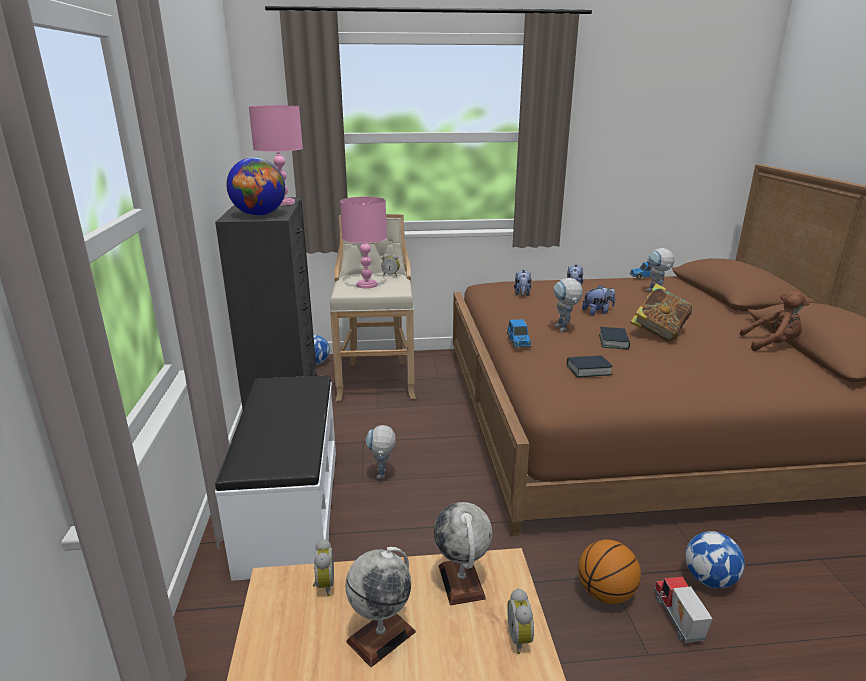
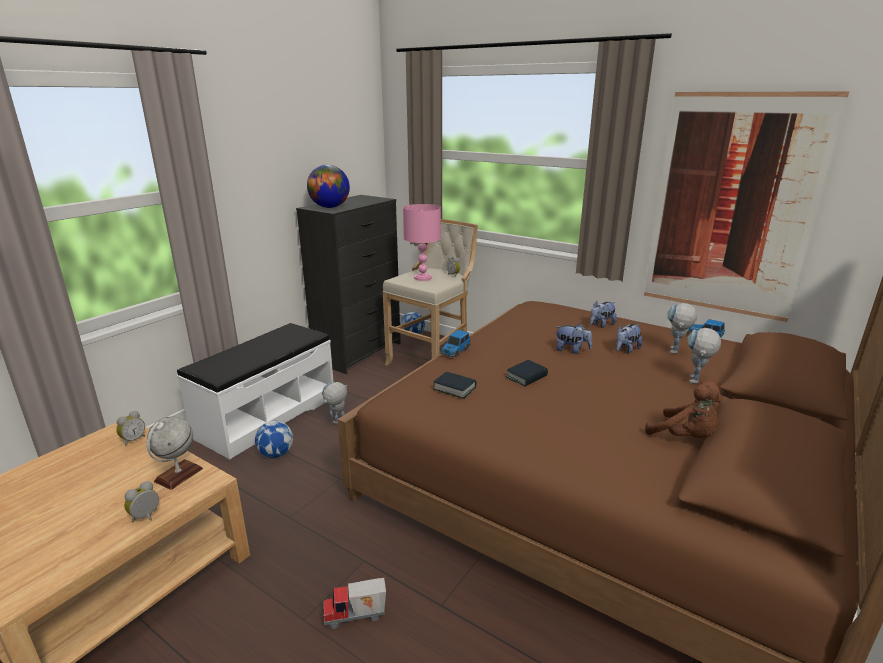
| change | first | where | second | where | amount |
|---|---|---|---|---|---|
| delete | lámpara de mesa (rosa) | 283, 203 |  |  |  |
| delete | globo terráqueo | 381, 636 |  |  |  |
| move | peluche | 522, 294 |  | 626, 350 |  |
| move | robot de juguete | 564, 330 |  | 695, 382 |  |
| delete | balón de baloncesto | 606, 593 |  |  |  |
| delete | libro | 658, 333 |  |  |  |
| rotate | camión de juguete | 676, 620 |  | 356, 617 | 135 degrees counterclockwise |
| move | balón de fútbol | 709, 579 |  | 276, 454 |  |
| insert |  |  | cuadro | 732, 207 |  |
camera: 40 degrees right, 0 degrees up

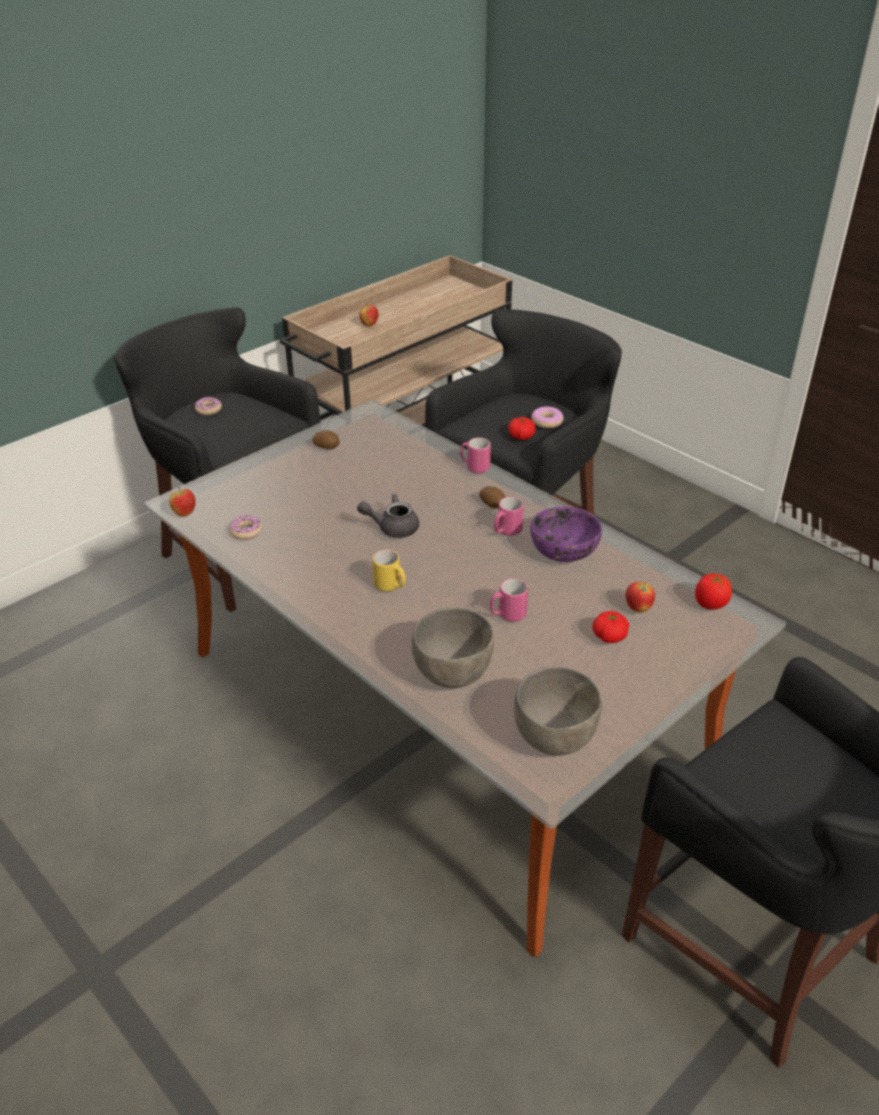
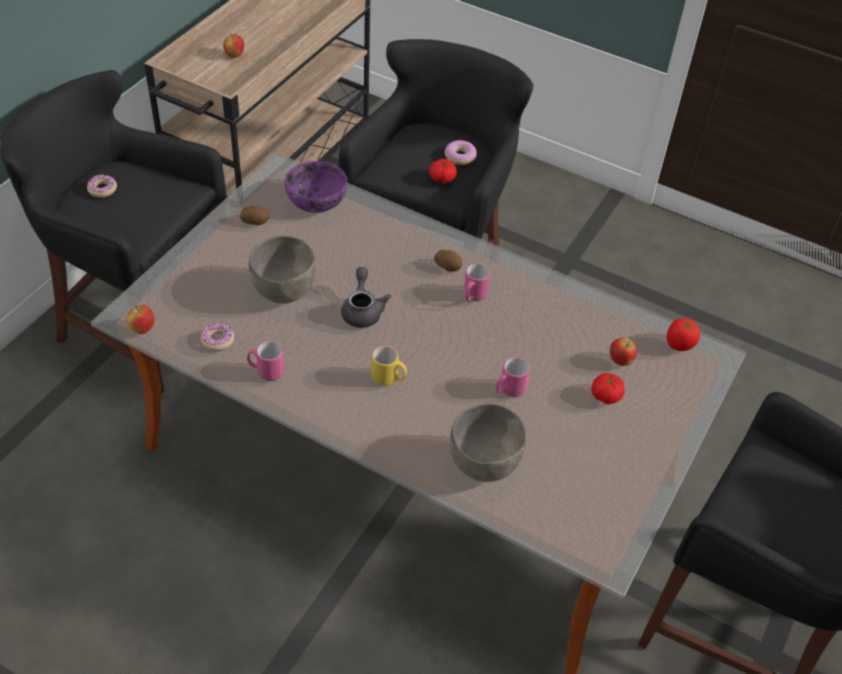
| change | first | where | second | where | amount |
|---|---|---|---|---|---|
| rotate | tetera (gris) | 392, 527 |  | 362, 310 | 105 degrees clockwise |
| move | taza grande (rosa) | 474, 467 |  | 266, 371 |  |
| move | cuenco (gris) | 554, 739 |  | 283, 292 |  |
| move | cuenco (morado) | 564, 549 |  | 316, 200 |  |
camera: 20 degrees left, 10 degrees up

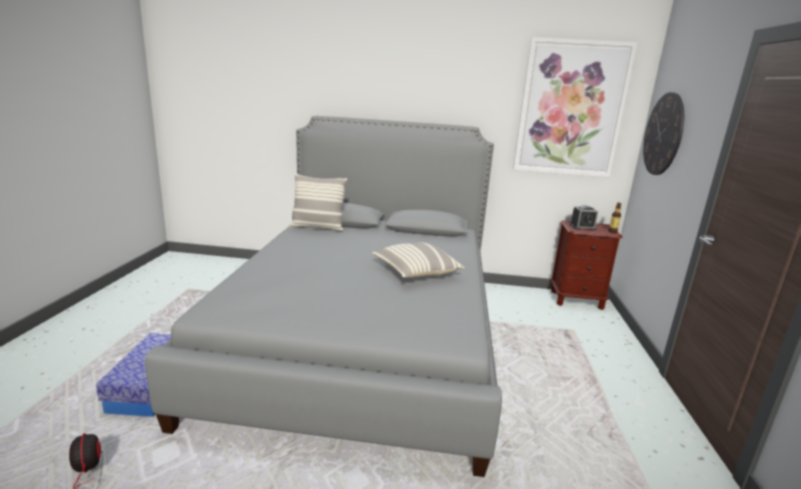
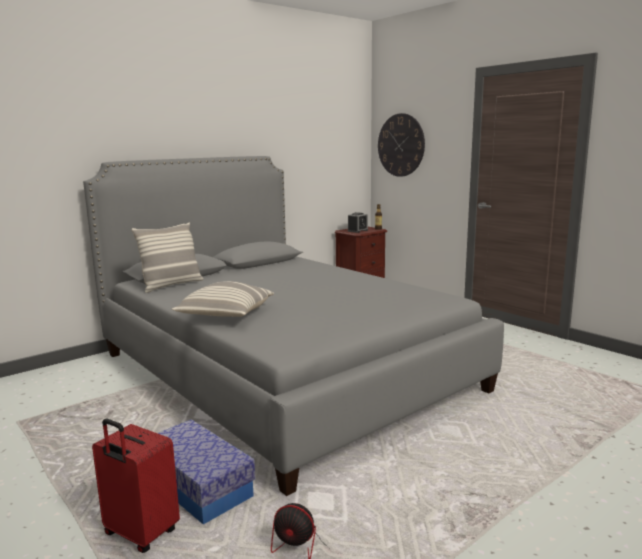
| change | first | where | second | where | amount |
|---|---|---|---|---|---|
| move | cojín | 415, 272 |  | 225, 315 |  |
| delete | cuadro | 570, 109 |  |  |  |
| insert |  |  | maleta (rojo) | 140, 534 |  |
camera: 45 degrees left, 5 degrees down

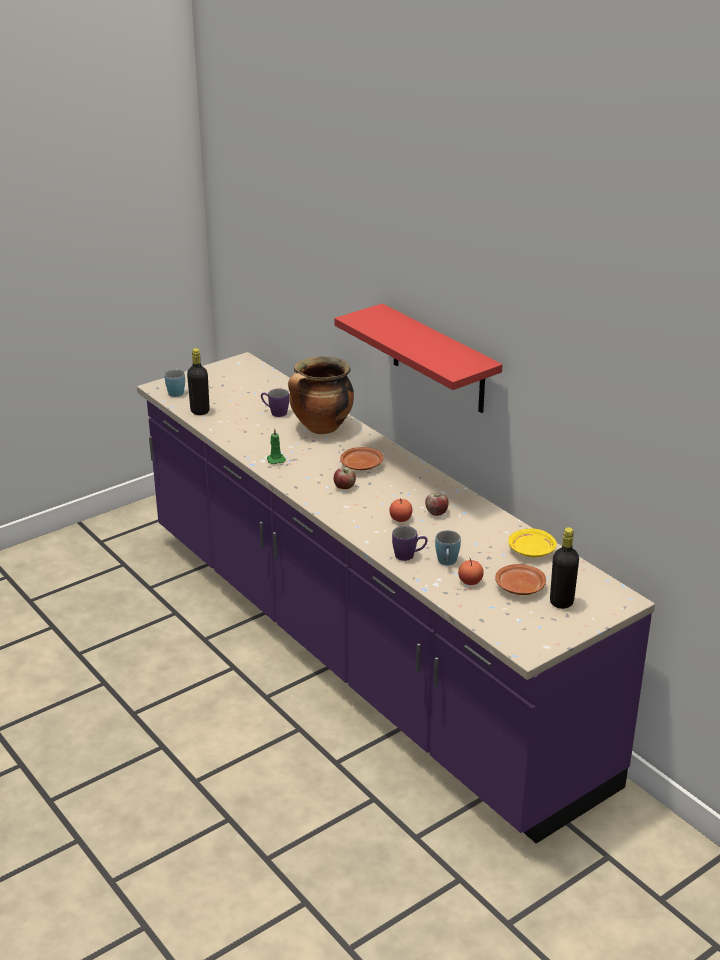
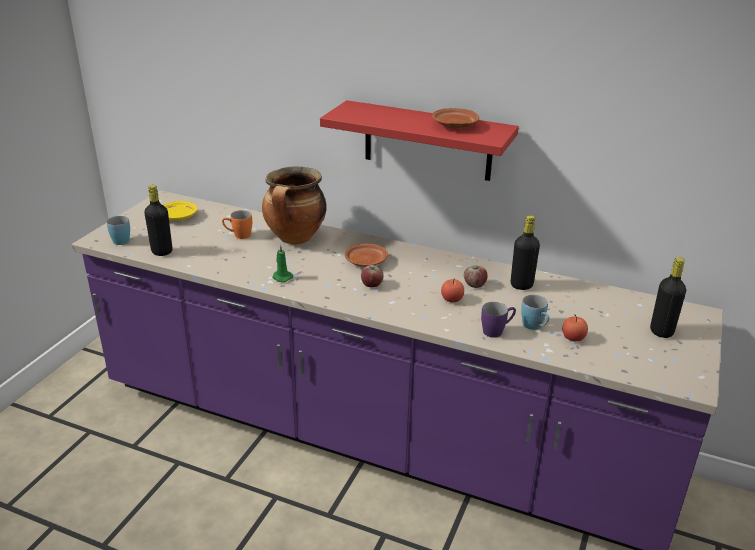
| change | first | where | second | where | amount |
|---|---|---|---|---|---|
| recolor | taza grande (morado) | 275, 412 | taza grande (naranja) | 238, 235 |  |
| move | plato (marrón) | 519, 587 |  | 454, 126 |  |
| move | plato (amarillo) | 531, 551 |  | 178, 217 |  |
| insert |  |  | botella (negro) | 521, 285 |  |
camera: 30 degrees left, 0 degrees up

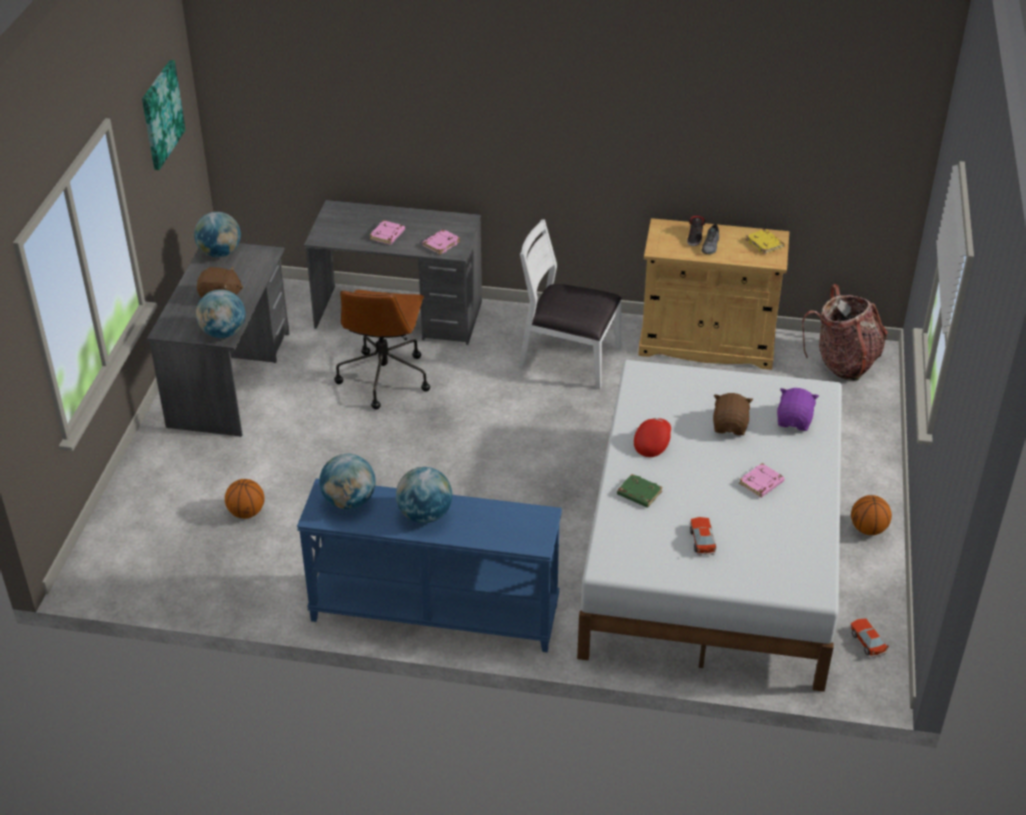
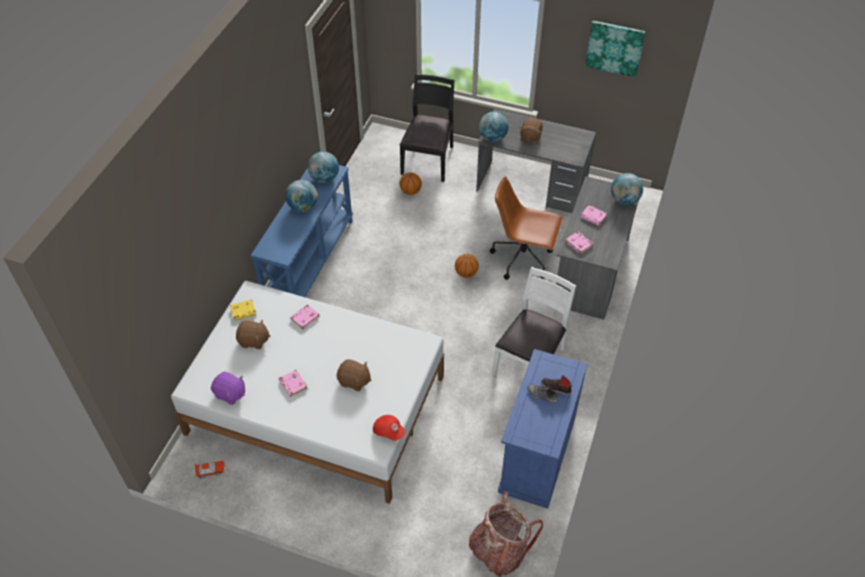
| change | first | where | second | where | amount |
|---|---|---|---|---|---|
| move | globo terráqueo | 220, 253 |  | 624, 200 |  |
| recolor | libro (verde) | 638, 494 | libro (rosa) | 305, 317 |  |
| move | gorra (rojo) | 652, 443 |  | 389, 431 |  |
| recolor | armario (beis) | 707, 344 | armario (azul) | 537, 454 |  |
| replace | coche de juguete | 702, 540 | peluche (marrón) | 253, 341 |  |
| move | libro (amarillo) | 765, 244 |  | 243, 312 |  |
| move | peluche (morado) | 794, 421 |  | 230, 394 |  |
| move | balón de baloncesto | 868, 529 |  | 466, 273 |  |
| insert |  |  | silla (negro) | 428, 160 |  |
camera: 100 degrees right, 10 degrees up

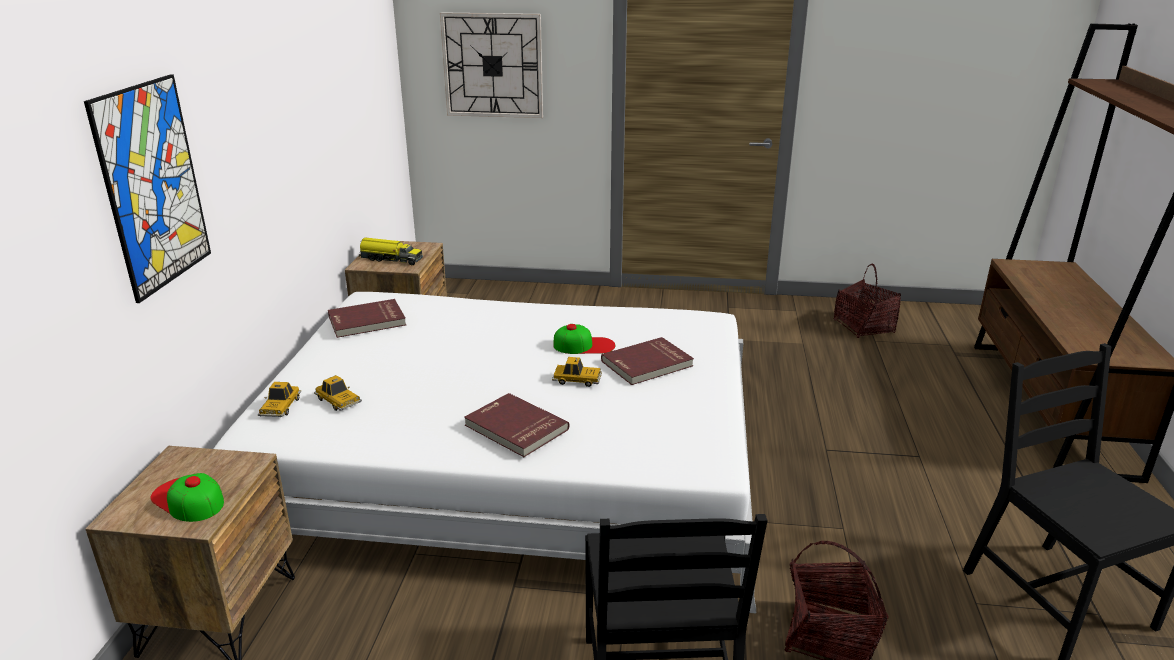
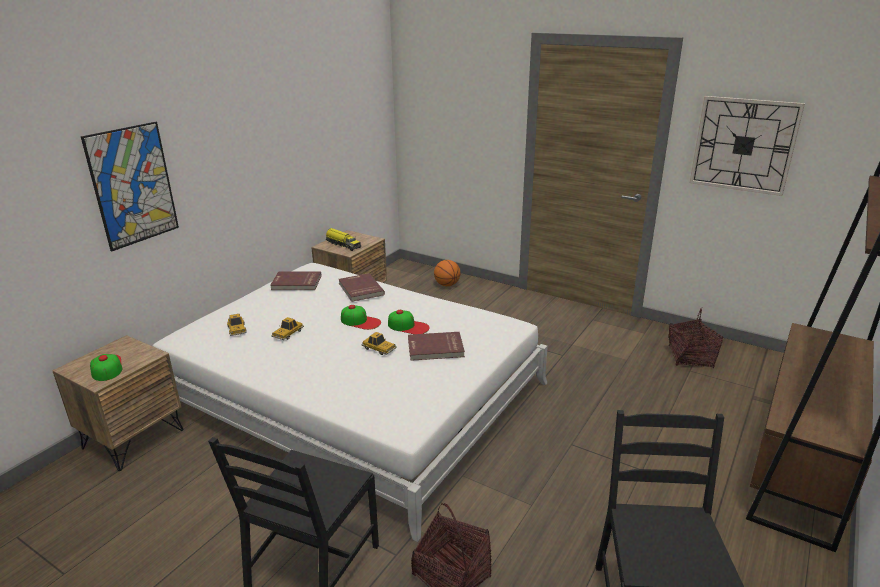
| change | first | where | second | where | amount |
|---|---|---|---|---|---|
| move | coche de juguete | 281, 407 |  | 288, 333 |  |
| move | reloj de pared | 493, 65 |  | 743, 145 |  |
| move | libro (rojo) | 515, 428 |  | 360, 289 |  |
| insert |  |  | gorra | 360, 321 |  |
| insert |  |  | balón de baloncesto | 447, 285 |  |
camera: 25 degrees right, 0 degrees up

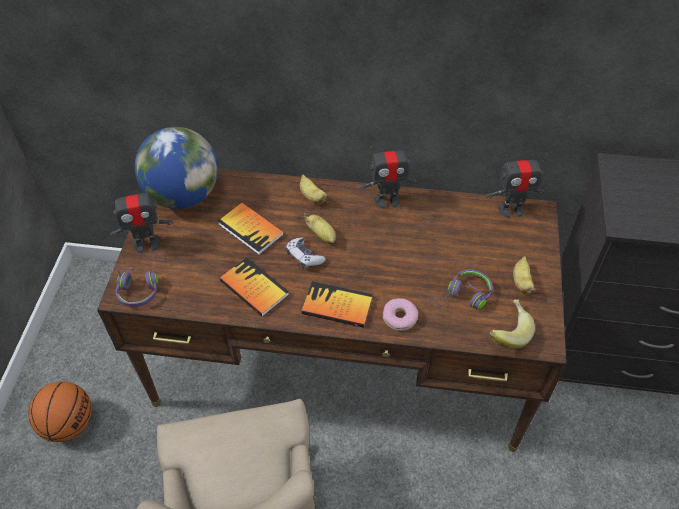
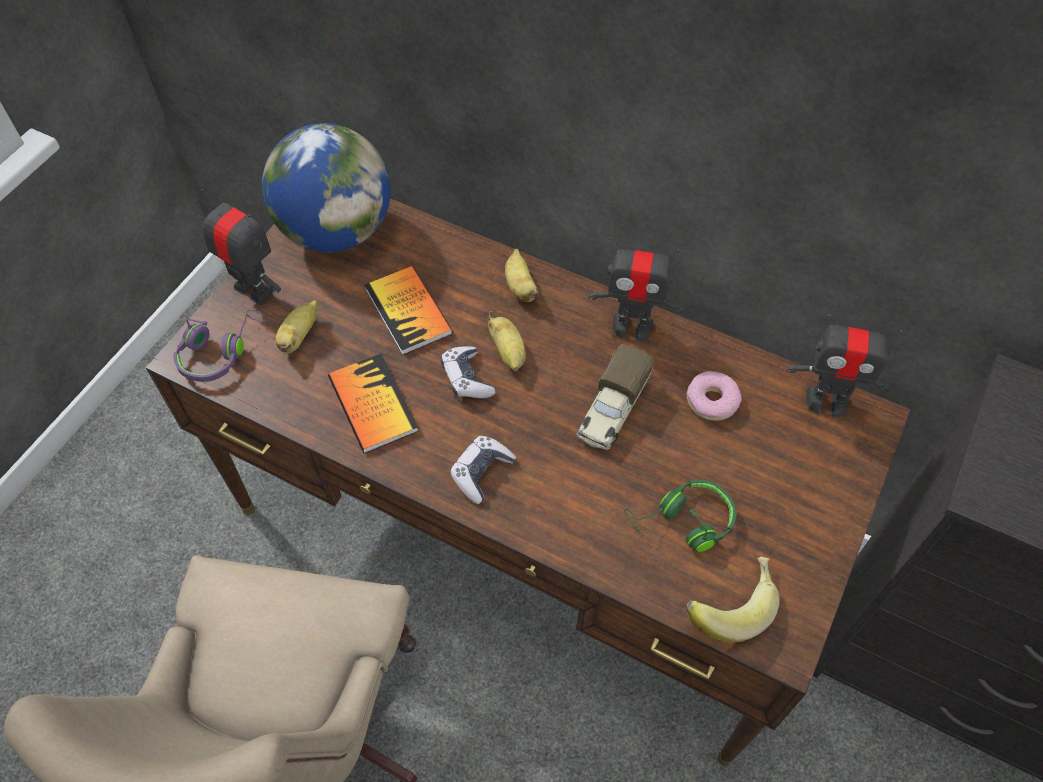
| change | first | where | second | where | amount |
|---|---|---|---|---|---|
| delete | balón de baloncesto | 69, 424 |  |  |  |
| rotate | robot de juguete | 146, 244 |  | 254, 289 | 150 degrees counterclockwise |
| replace | libro | 337, 306 | mando de consola | 481, 472 |  |
| move | rosquilla | 400, 317 |  | 712, 401 |  |
| recolor | auriculares (morado) | 463, 297 | auriculares (verde) | 683, 522 |  |
| move | plátano | 521, 282 |  | 299, 336 |  |
| insert |  |  | camión de juguete | 612, 411 |  |
camera: 20 degrees right, 5 degrees up

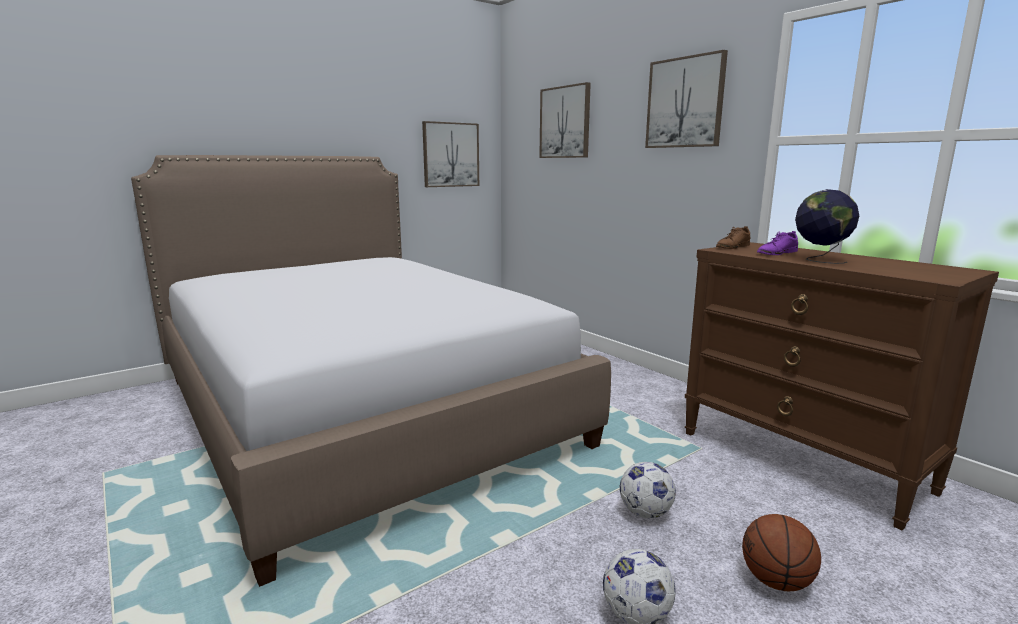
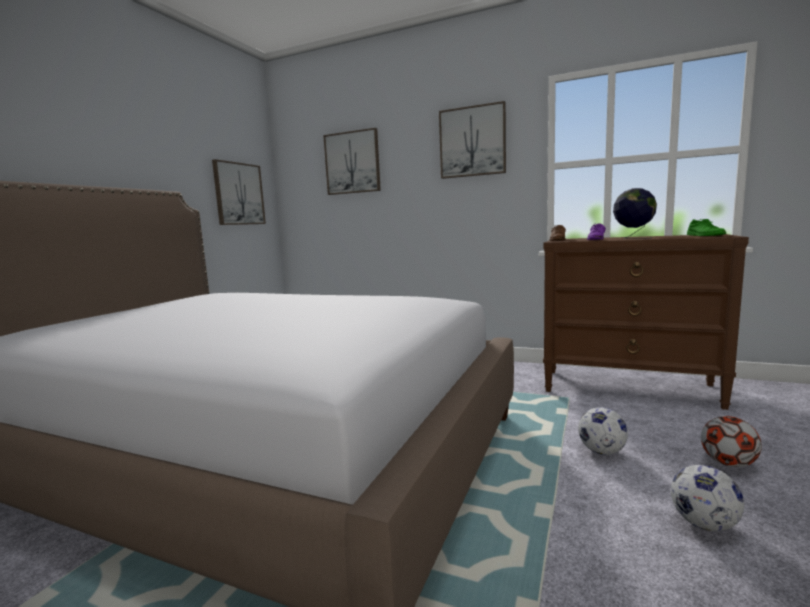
| change | first | where | second | where | amount |
|---|---|---|---|---|---|
| replace | balón de baloncesto | 776, 581 | balón de fútbol | 728, 463 |  |
| insert |  |  | zapato (verde) | 705, 235 |  |
camera: 30 degrees left, 5 degrees down

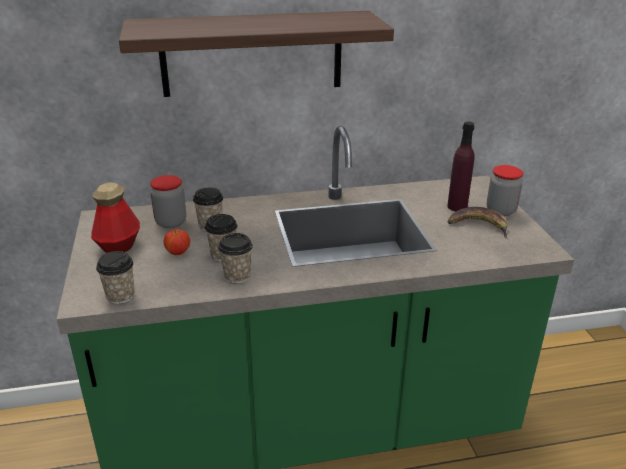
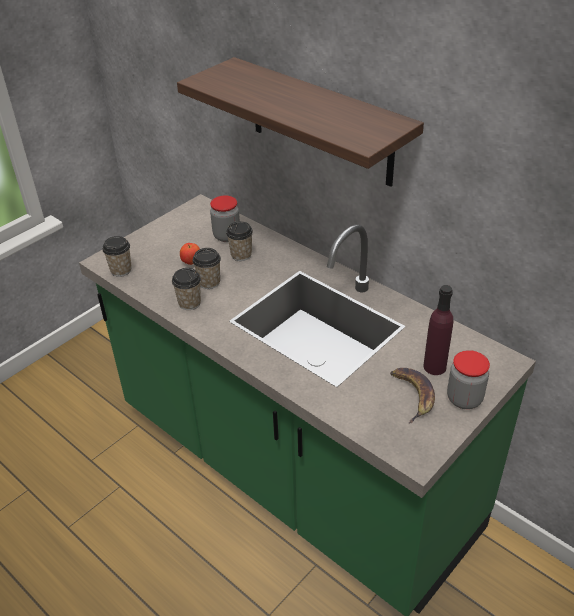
| change | first | where | second | where | amount |
|---|---|---|---|---|---|
| delete | botella | 118, 246 |  |  |  |
camera: 55 degrees right, 10 degrees up

